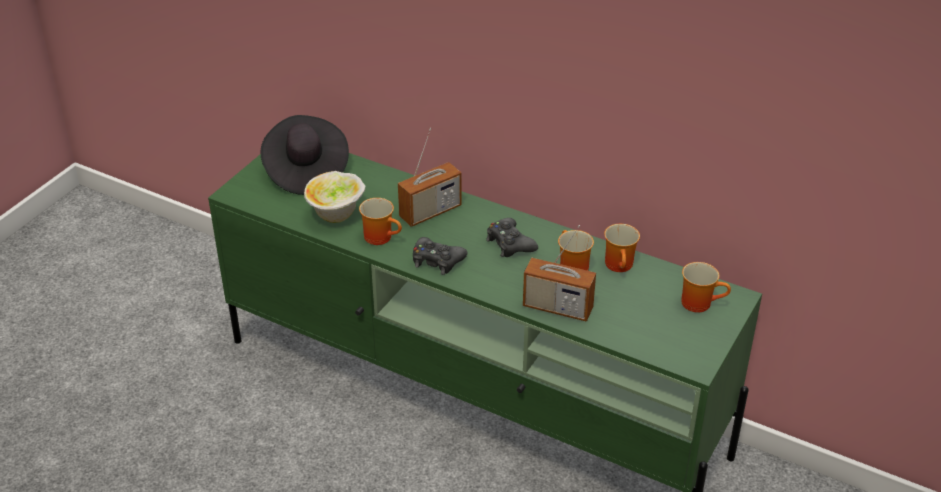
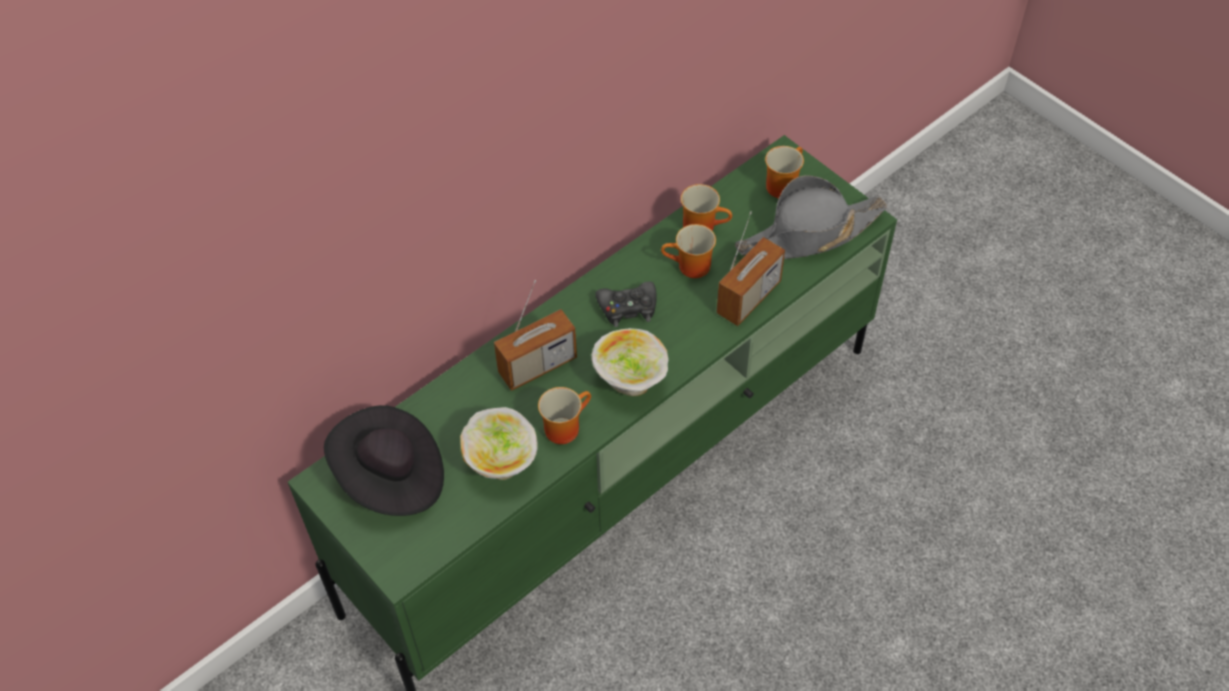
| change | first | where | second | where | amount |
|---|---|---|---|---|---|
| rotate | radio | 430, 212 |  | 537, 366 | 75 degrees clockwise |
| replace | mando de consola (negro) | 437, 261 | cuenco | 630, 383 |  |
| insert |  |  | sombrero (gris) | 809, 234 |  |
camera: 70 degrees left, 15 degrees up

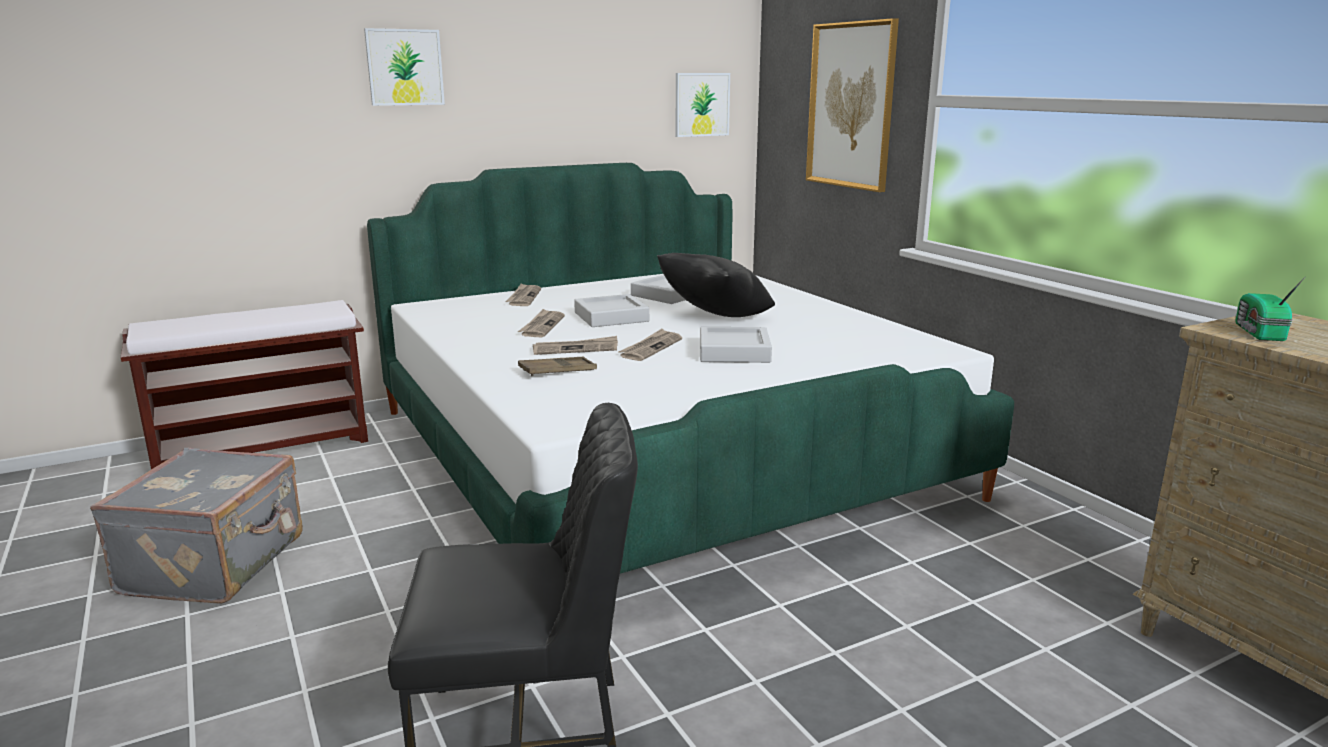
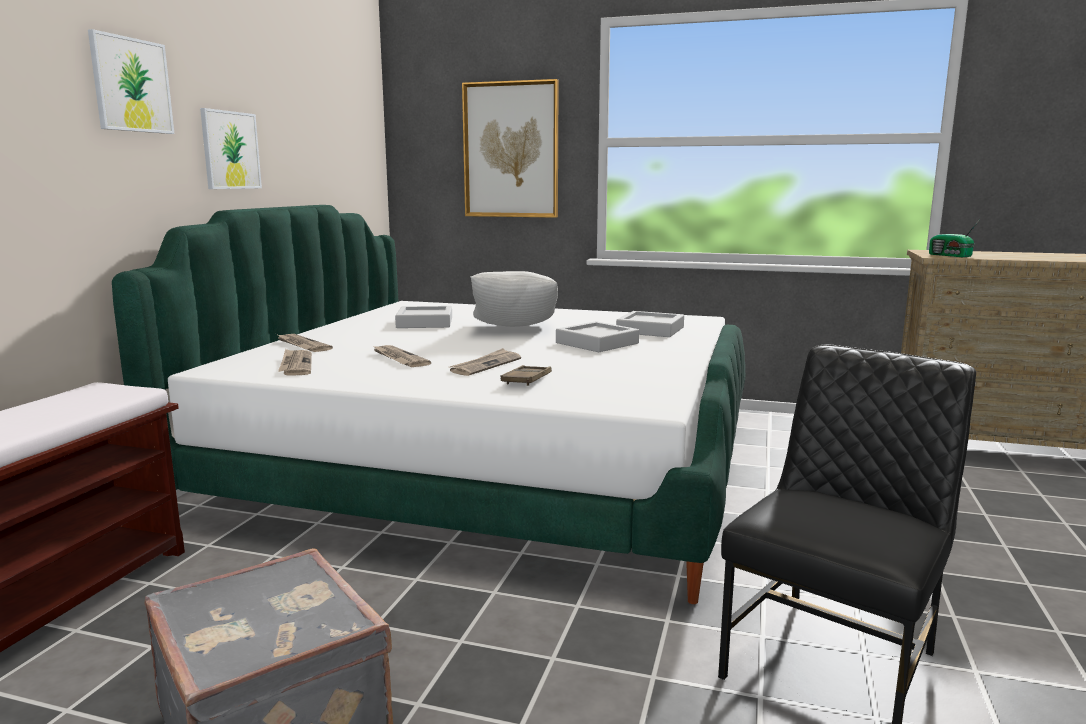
| change | first | where | second | where | amount |
|---|---|---|---|---|---|
| move | bandeja (gris) | 611, 317 |  | 650, 330 |  |
| move | periódico | 650, 348 |  | 295, 365 |  |
| recolor | cojín (negro) | 715, 319 | cojín (blanco) | 514, 329 |  |
| move | cuadro | 702, 104 |  | 230, 150 |  |
camera: 45 degrees left, 5 degrees down

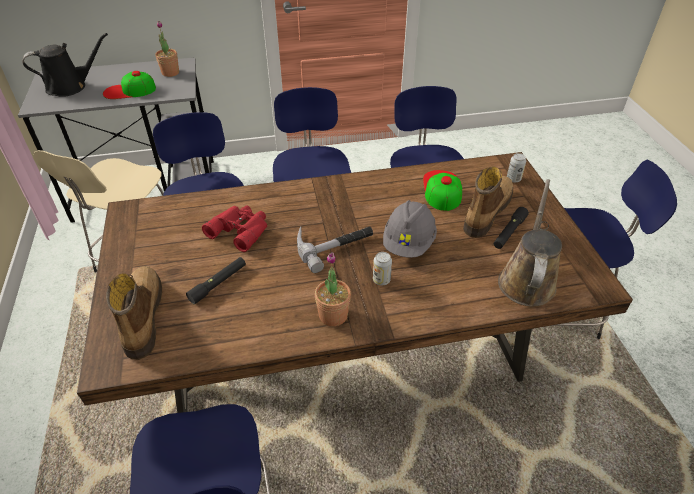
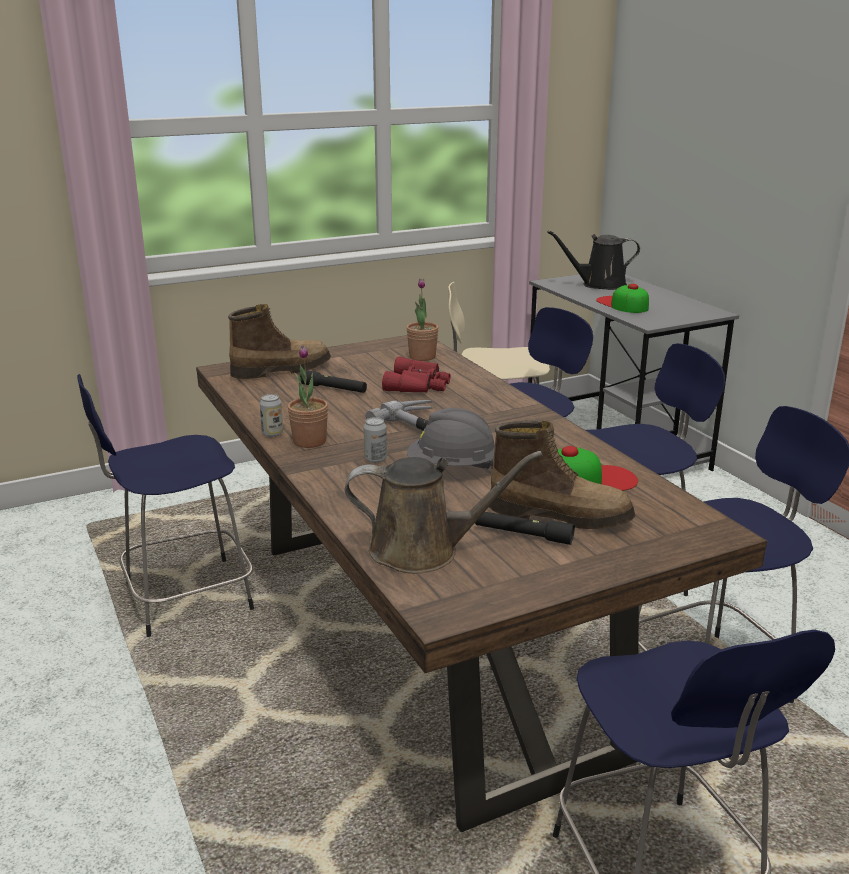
| change | first | where | second | where | amount |
|---|---|---|---|---|---|
| rotate | regadera (negro) | 70, 87 |  | 599, 285 | 120 degrees clockwise |
| move | planta en maceta | 170, 73 |  | 422, 357 |  |
| move | lata | 513, 179 |  | 272, 433 |  |
camera: 75 degrees right, 20 degrees down

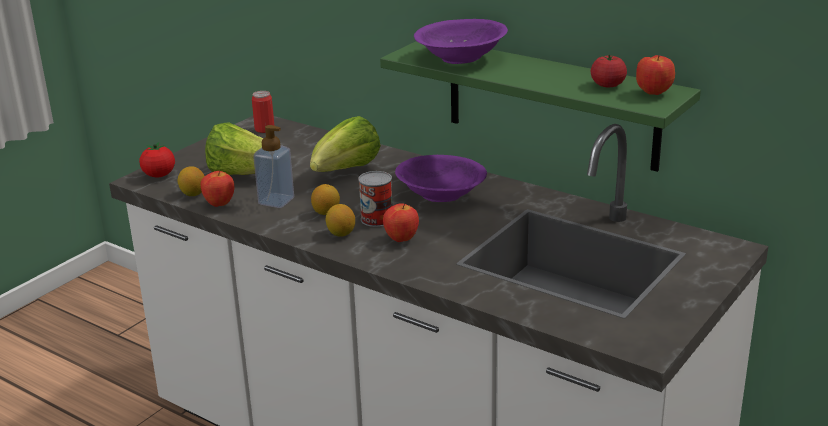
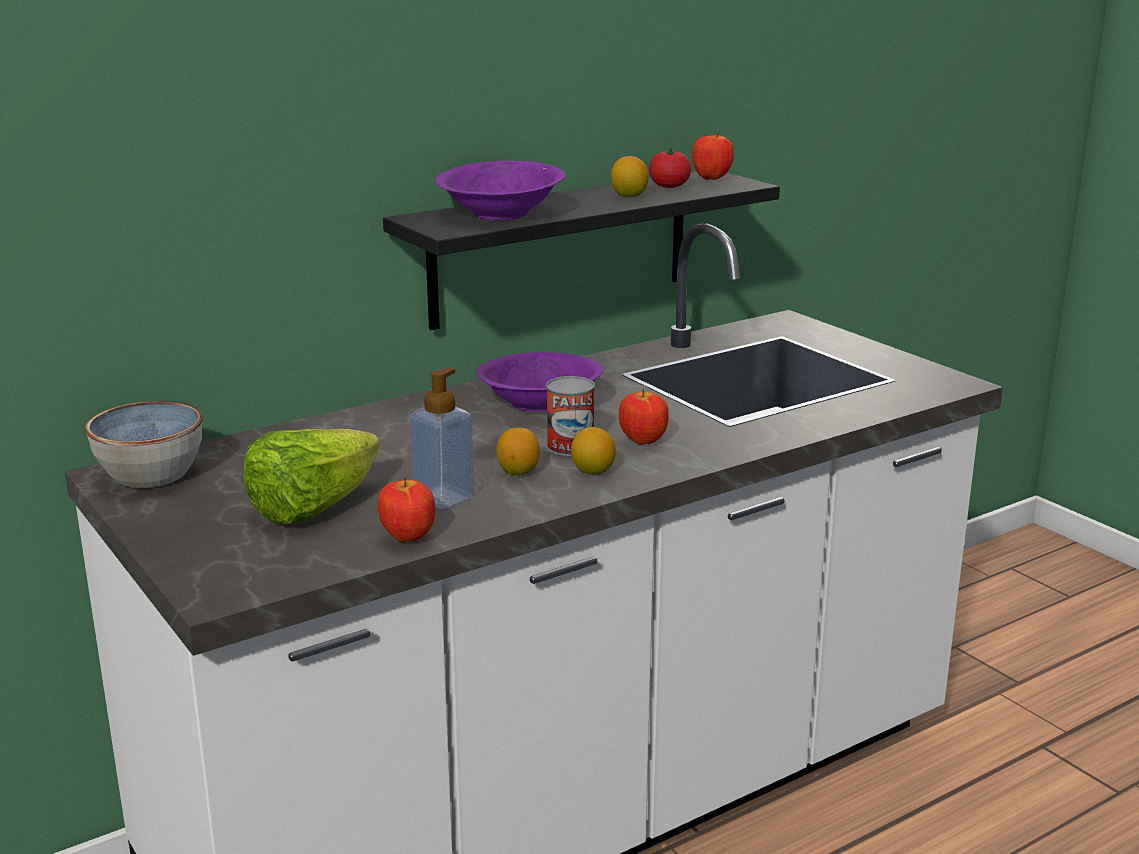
| change | first | where | second | where | amount |
|---|---|---|---|---|---|
| delete | tomate | 159, 175 |  |  |  |
| move | limón | 193, 194 |  | 629, 196 |  |
| replace | lata | 264, 129 | cuenco | 150, 475 |  |
| delete | lechuga | 346, 171 |  |  |  |
| recolor | estante (verde) | 551, 103 | estante (negro) | 561, 248 |  |
camera: 70 degrees left, 5 degrees down

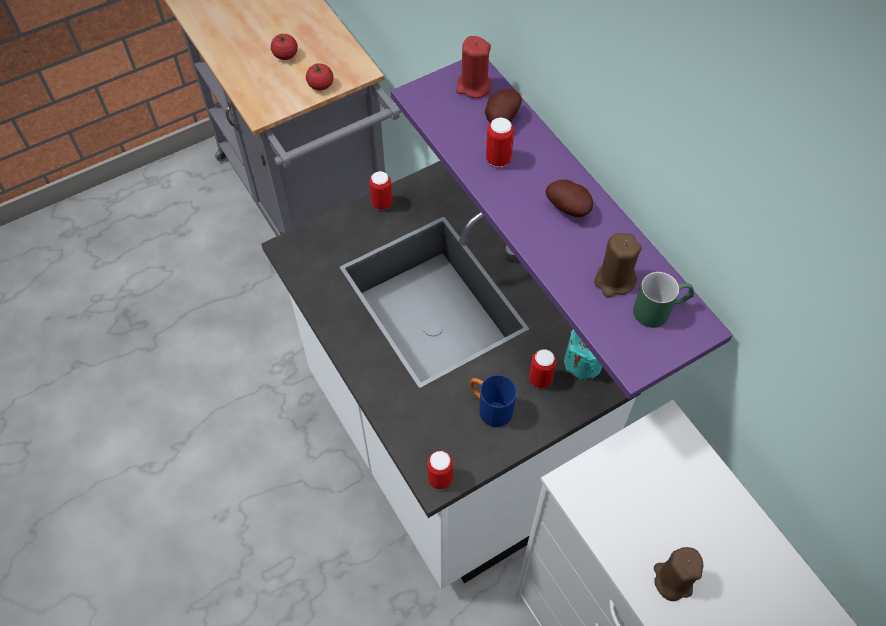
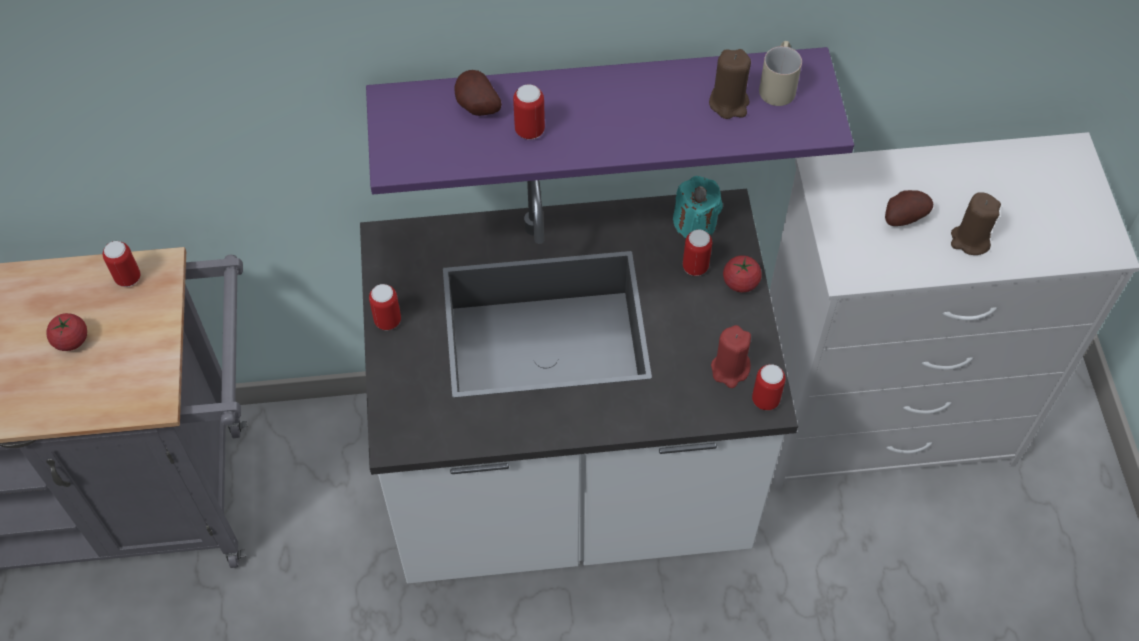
| change | first | where | second | where | amount |
|---|---|---|---|---|---|
| move | tomate | 320, 85 |  | 740, 282 |  |
| move | vela (rojo) | 473, 86 |  | 730, 369 |  |
| delete | taza grande (azul) | 489, 408 |  |  |  |
| move | patata | 569, 208 |  | 902, 217 |  |
| recolor | taza grande (verde) | 660, 310 | taza grande (beis) | 778, 84 |  |
| insert |  |  | lata | 128, 278 |  |
camera: 65 degrees left, 0 degrees up

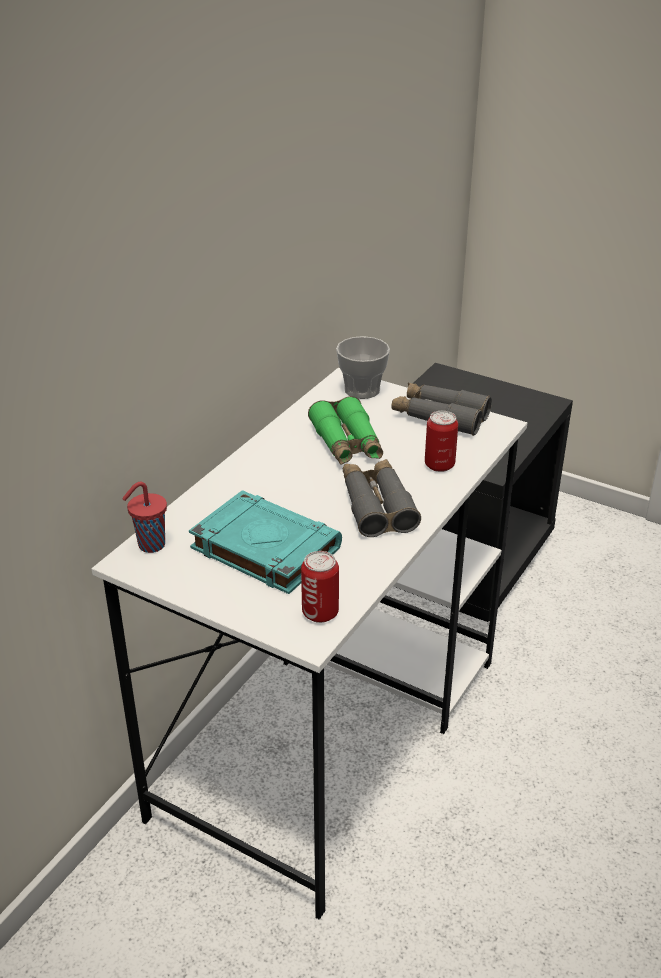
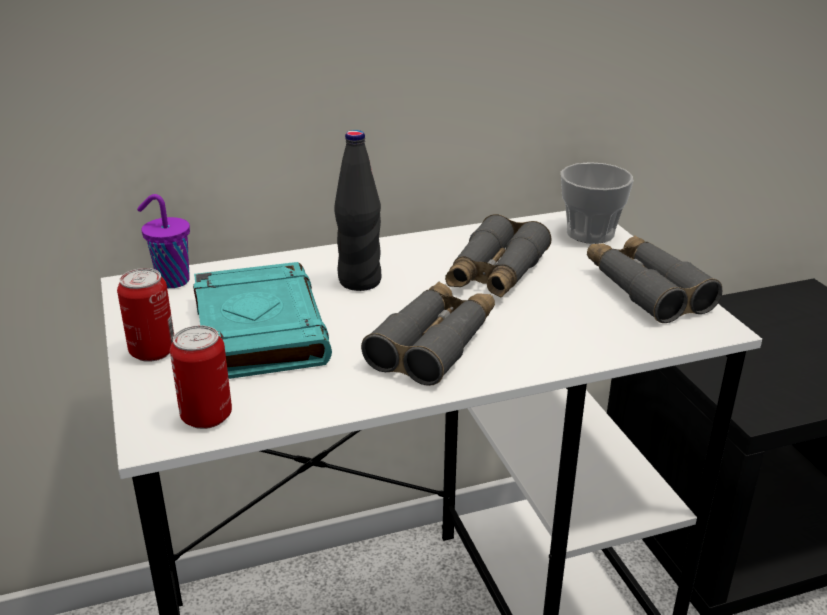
| change | first | where | second | where | amount |
|---|---|---|---|---|---|
| recolor | taza (rojo) | 150, 545 | taza (morado) | 171, 281 |  |
| recolor | prismáticos (verde) | 347, 443 | prismáticos (gris) | 496, 273 |  |
| move | lata | 439, 465 |  | 152, 351 |  |
| insert |  |  | botella (negro) | 359, 281 |  |
camera: 40 degrees right, 5 degrees down

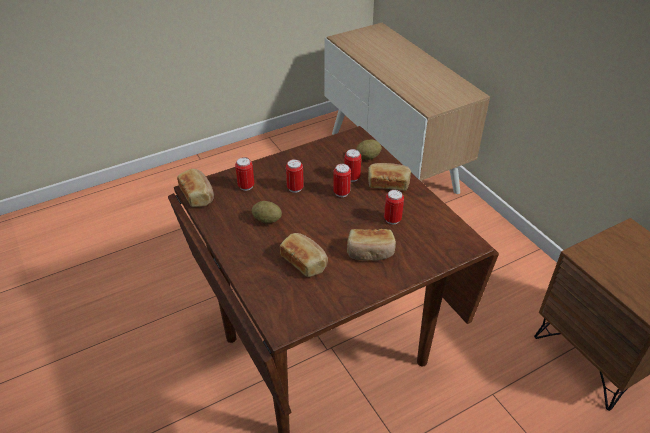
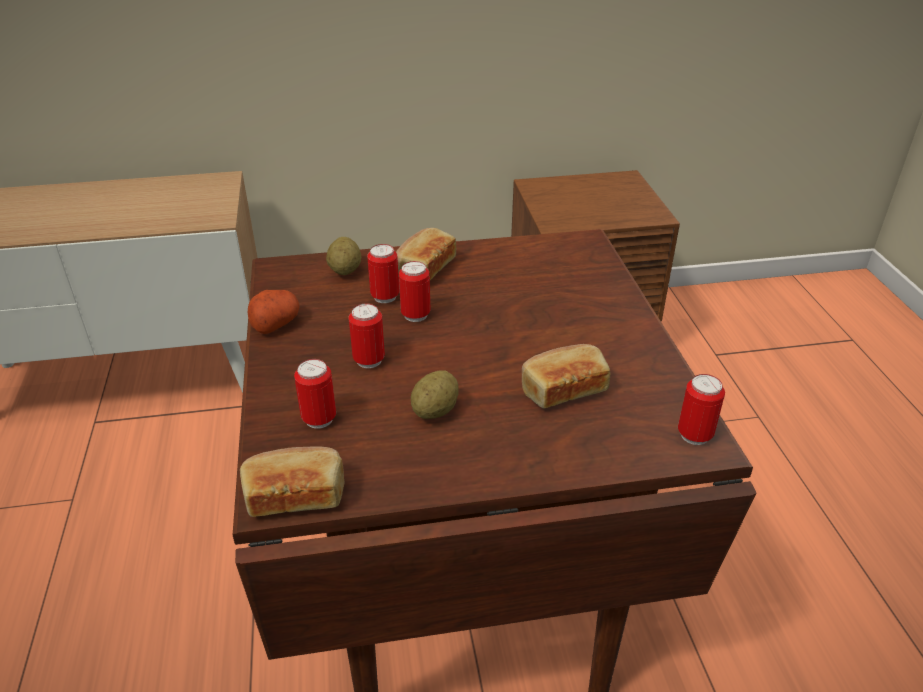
| change | first | where | second | where | amount |
|---|---|---|---|---|---|
| delete | pan | 370, 252 |  |  |  |
| move | lata | 392, 219 |  | 694, 435 |  |
| insert |  |  | patata | 275, 323 |  |
camera: 70 degrees left, 5 degrees down

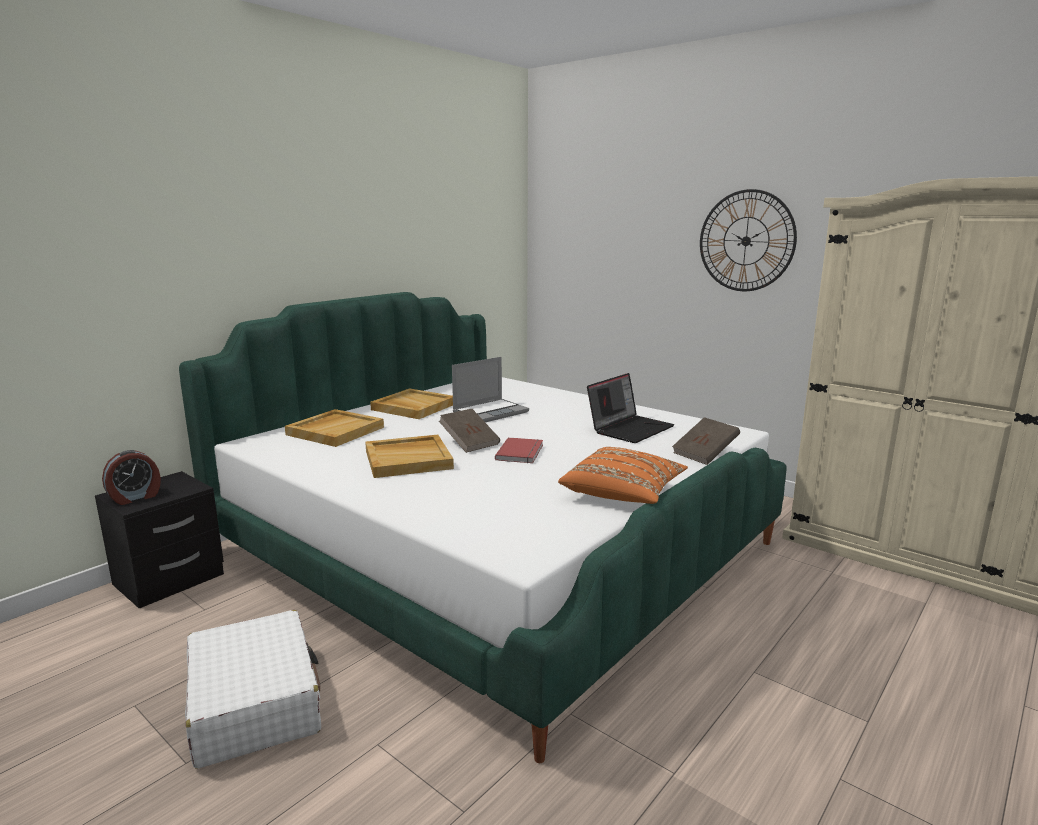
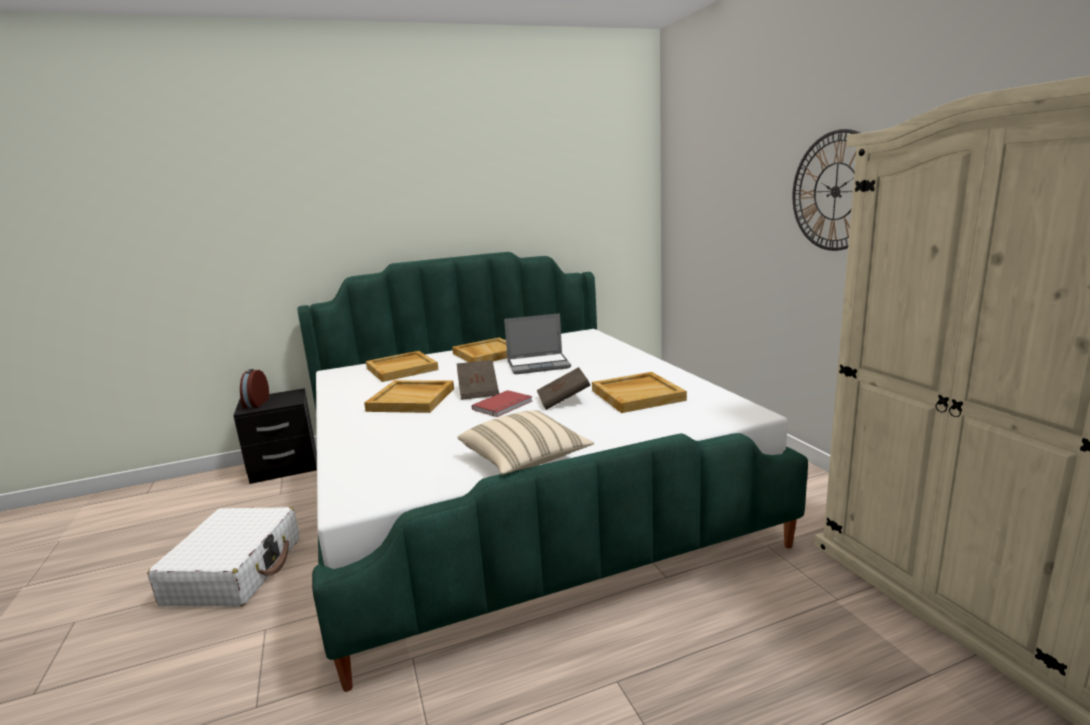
| change | first | where | second | where | amount |
|---|---|---|---|---|---|
| rotate | despertador | 135, 497 |  | 255, 403 | 105 degrees clockwise |
| recolor | cojín (naranja) | 623, 494 | cojín (beis) | 524, 460 |  |
| replace | portátil | 630, 428 | bandeja (beis) | 638, 395 |  |
| move | libro (marrón) | 705, 454 |  | 563, 401 |  |
camera: 30 degrees right, 0 degrees up

